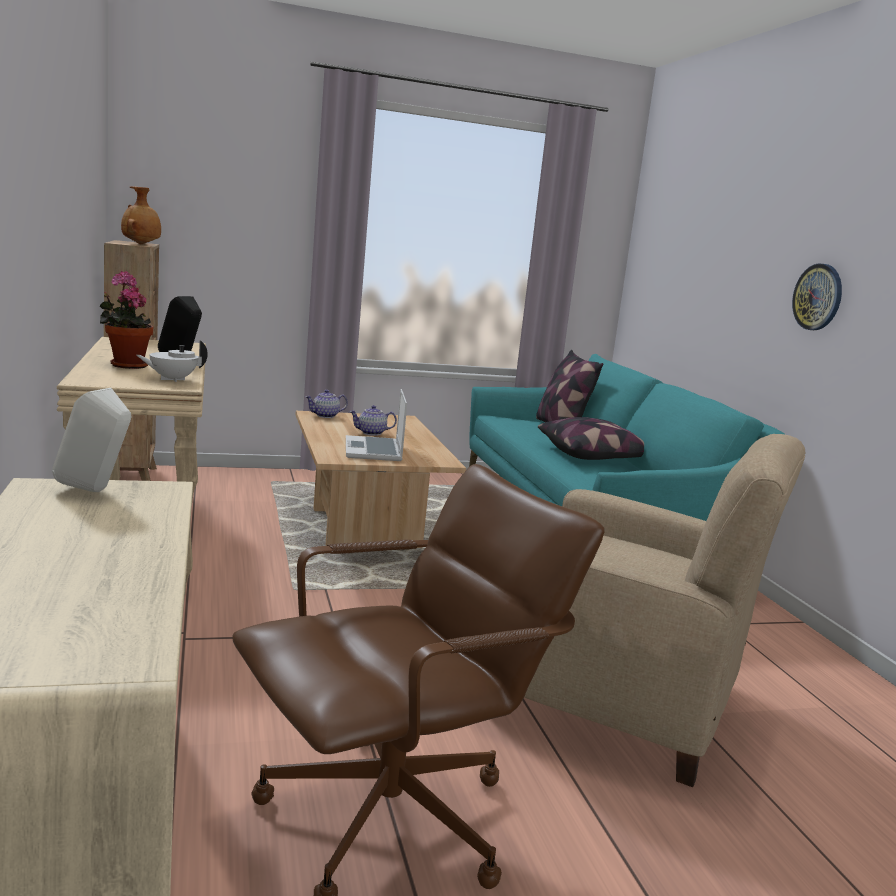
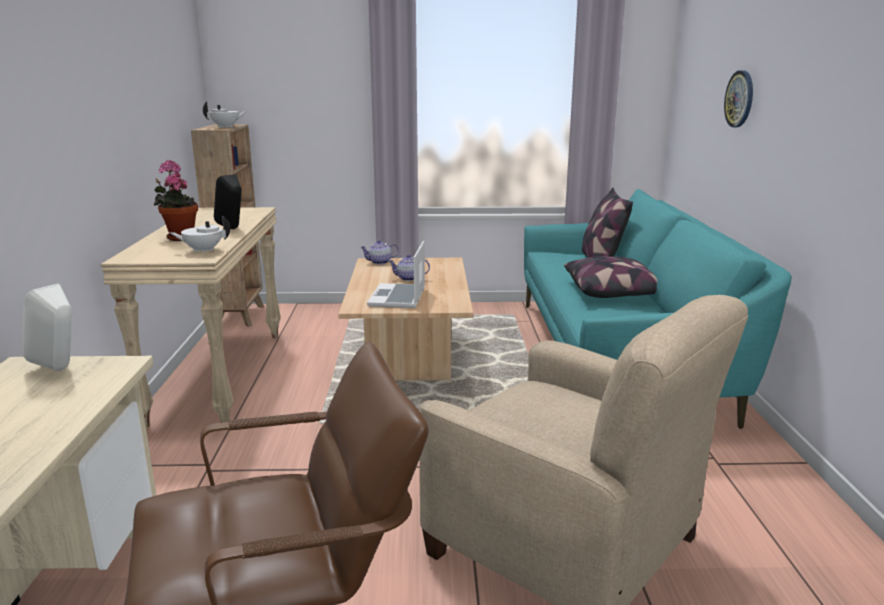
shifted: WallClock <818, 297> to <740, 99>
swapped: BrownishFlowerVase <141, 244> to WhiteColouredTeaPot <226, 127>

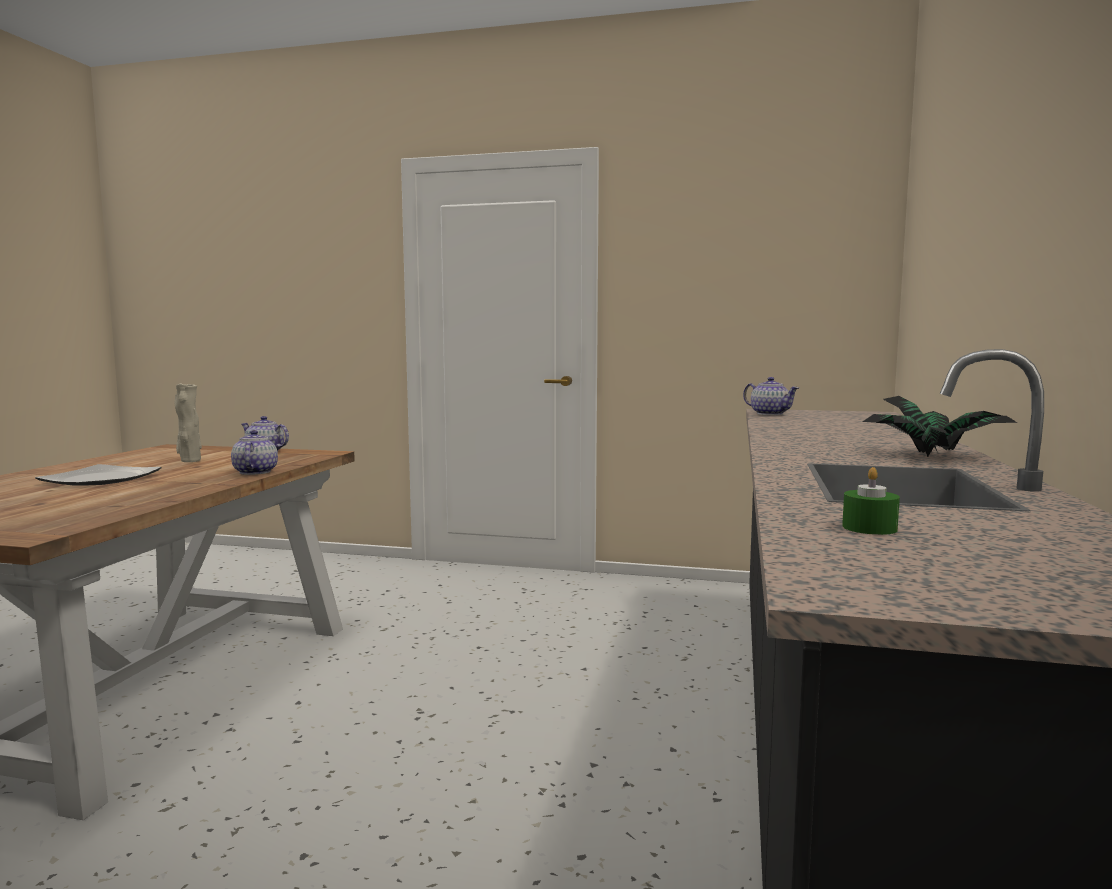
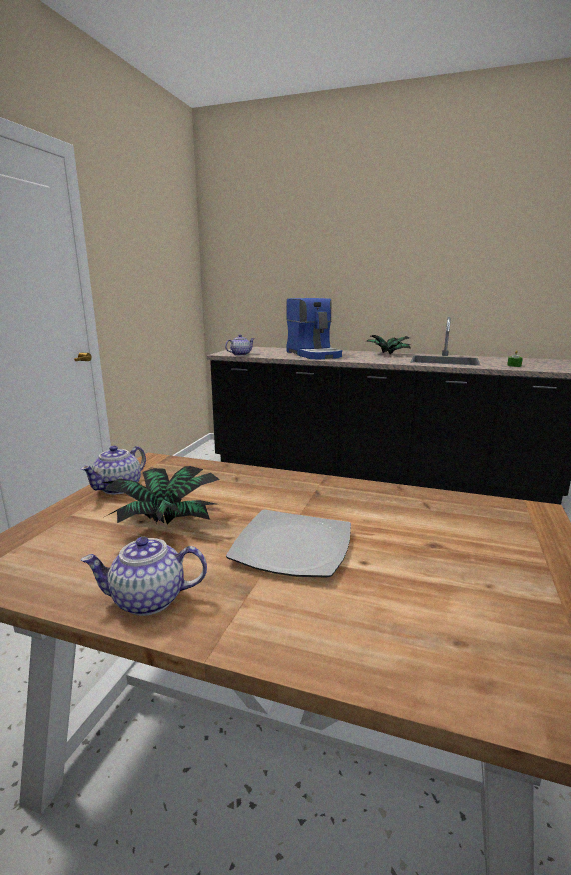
new: CoffeeBrewer <314, 354>
shifted: TeaPot <254, 472> to <148, 600>
swapped: BeigeColouredFlowerVase <190, 461> to Houseplant <164, 520>

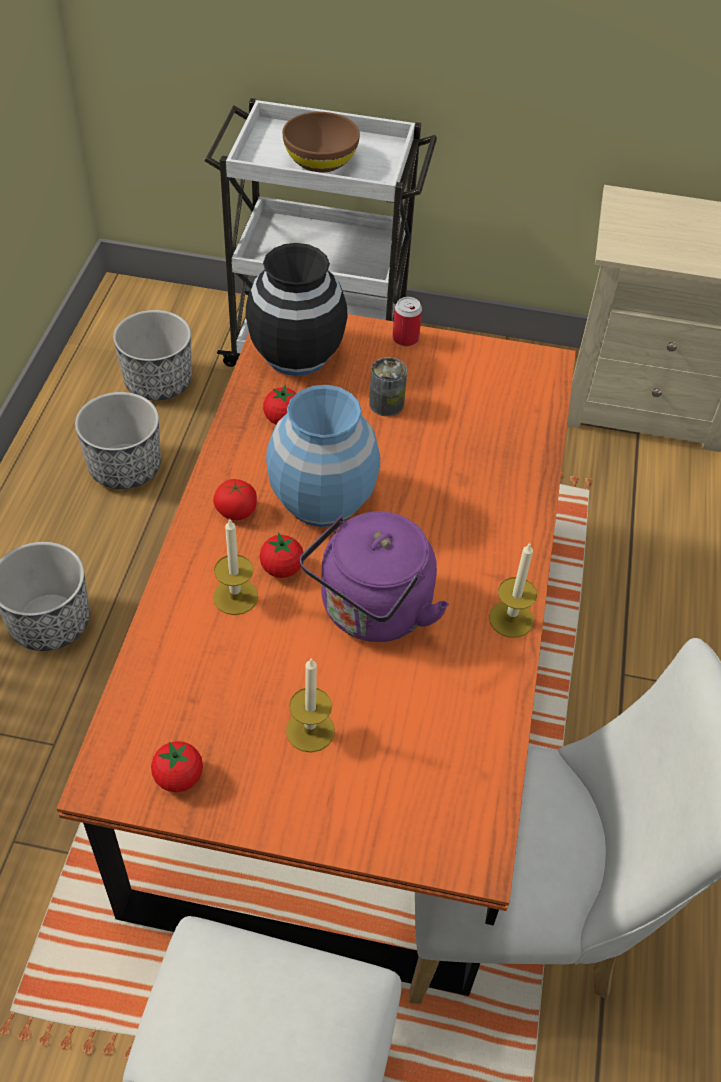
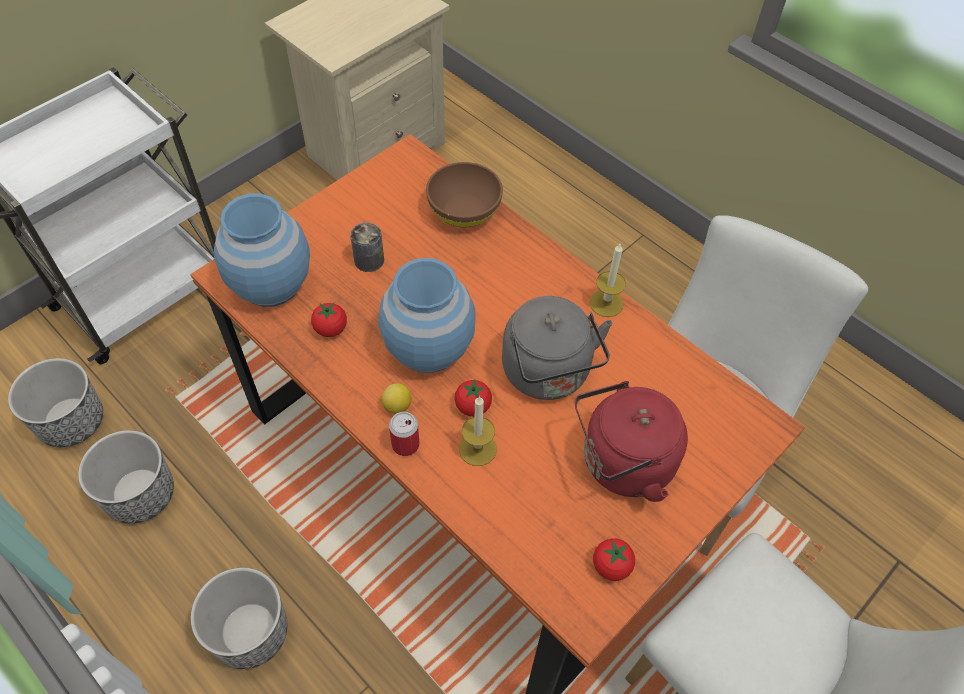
shifted: BrownishServingBowl <320, 161> to <464, 211>; MetalCan <405, 338> to <405, 444>
swapped: FreshTomato <236, 511> to Lemon <397, 406>; WaxCandle <310, 730> to ReddishWaterKettle <622, 464>
repainted: BlackFlowerVase <297, 354> to BluishFlowerVase <271, 284>; PurpleColouredWaterKettle <372, 612> to GreyishWaterKettle <548, 374>

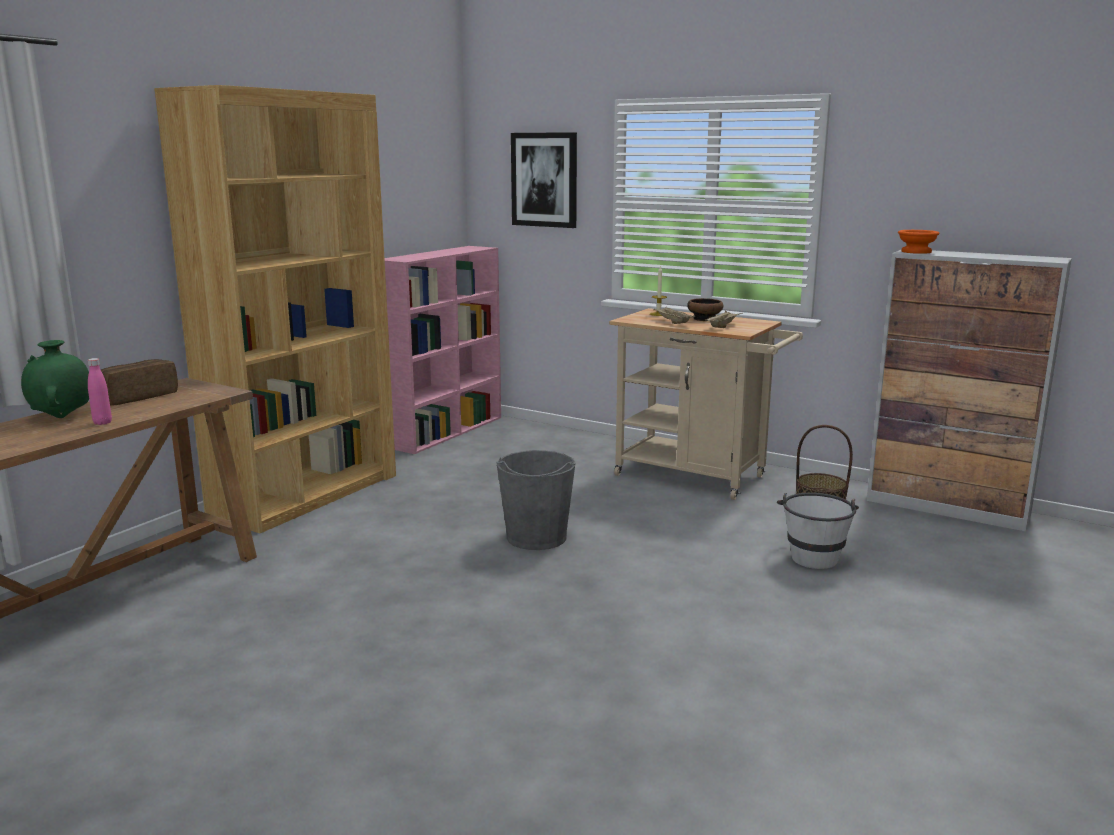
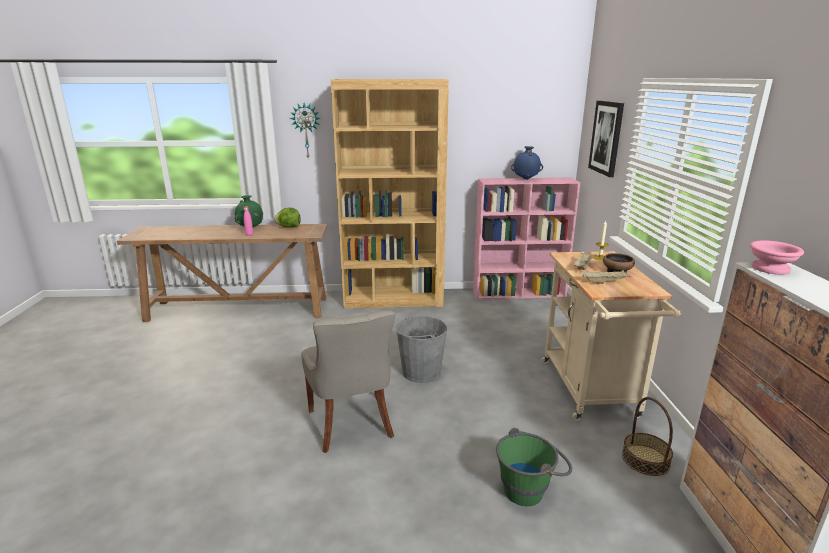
new: WallClock <306, 131>; GreyishPlainChair <352, 424>; BluishFlowerVase <526, 179>
swapped: BakedBread <137, 397> to LettuceHead <288, 227>
repainted: WhiteColouredBucket <813, 554> to GreenBucket <530, 488>; OrangeServingBowl <915, 252> to PinkColouredServingBowl <769, 268>

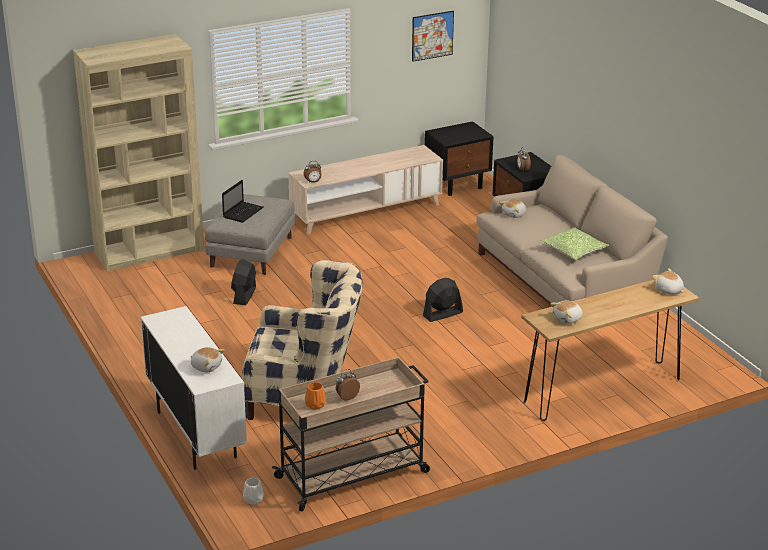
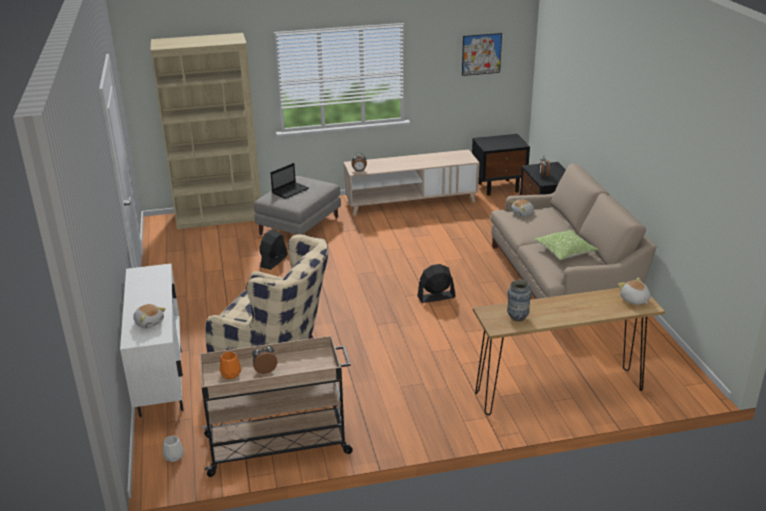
swapped: CuddlyToy <568, 319> to FlowerVase <517, 317>

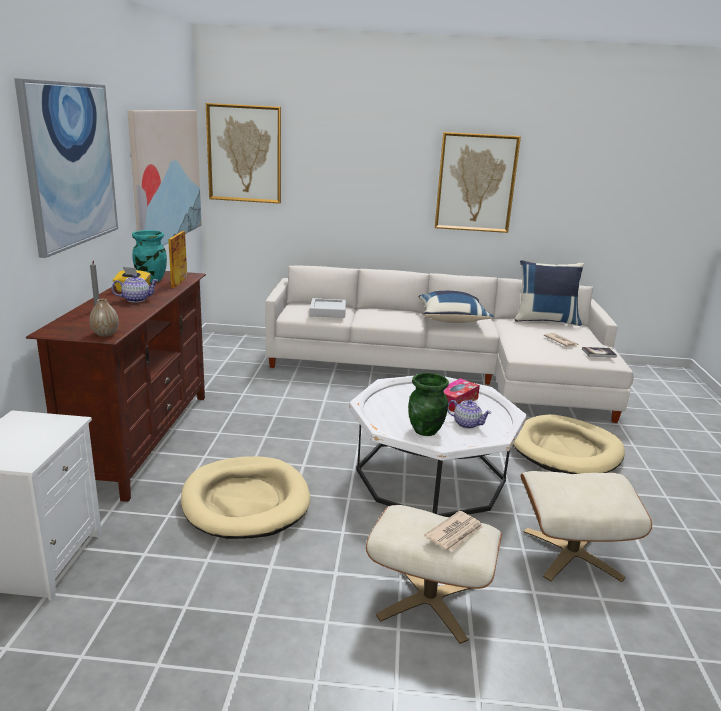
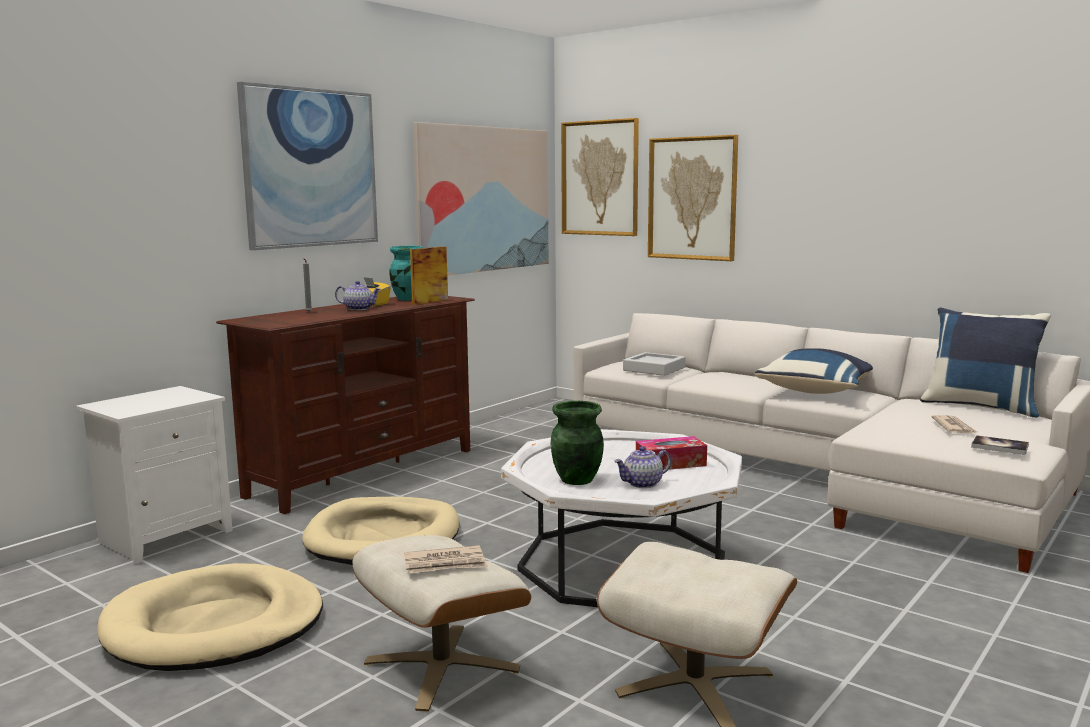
gone: FlowerVase <105, 334>
shifted: Picture <476, 183> to <692, 198>; BeigeColouredDogCushion <566, 450> to <214, 626>
rotated: TeaPot <467, 424> = <642, 484> 90 degrees clockwise

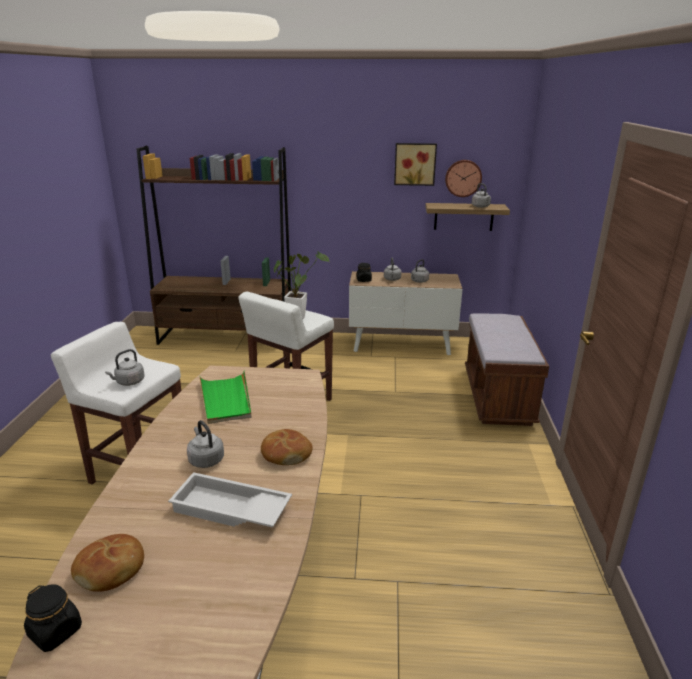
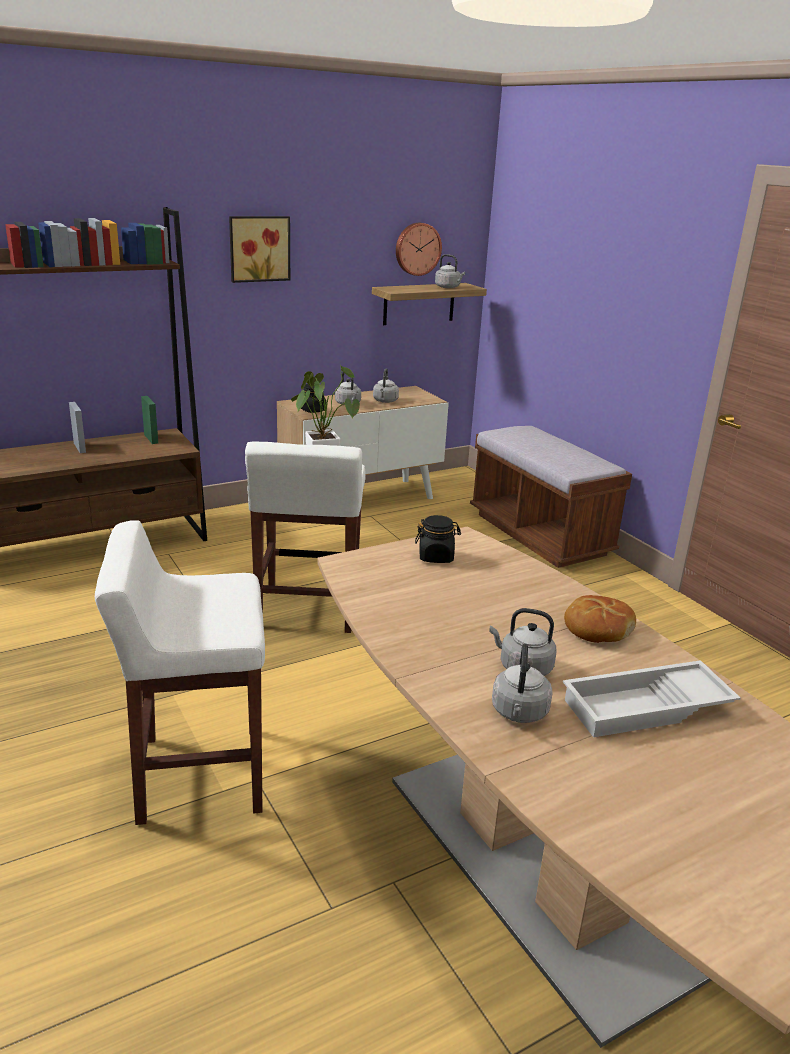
gone: BakedBread <111, 570>; GreenCarryingTray <226, 400>
shifted: BlackJar <56, 631> to <436, 557>; GreyishWaterKettle <129, 382> to <519, 713>; Picture <415, 164> to <258, 248>

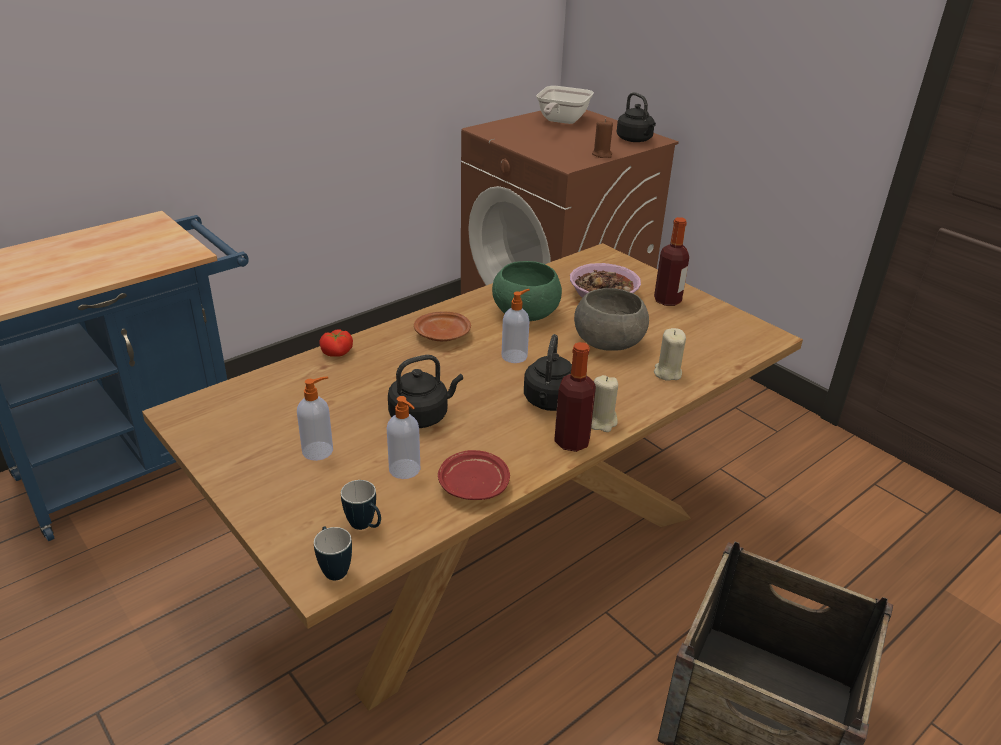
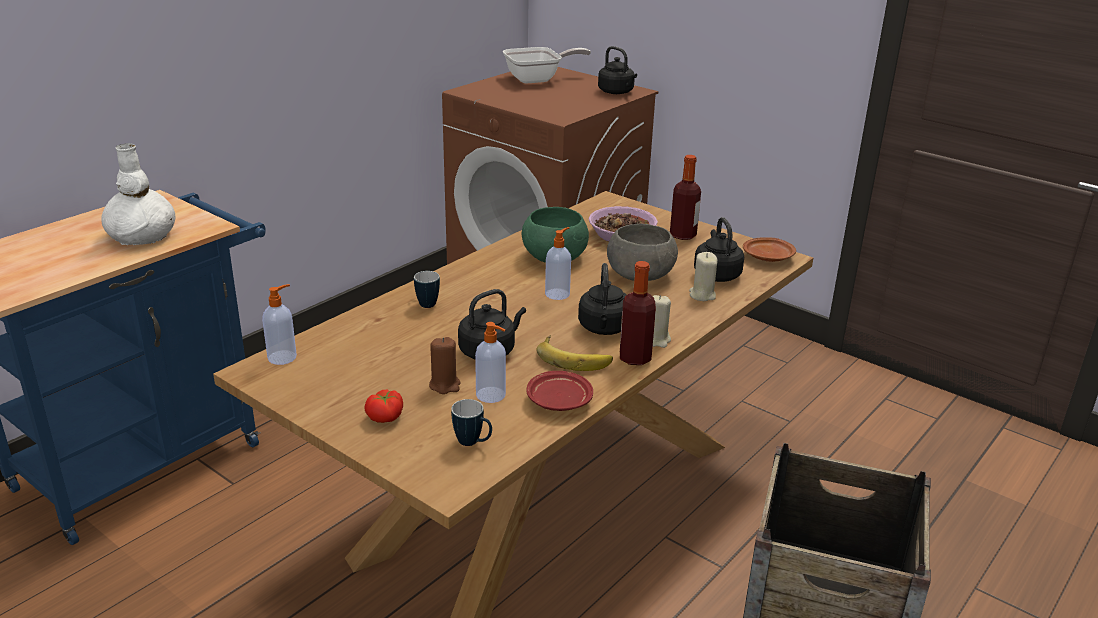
new: WhiteColouredFlowerVase <142, 235>; Banana <574, 357>; BlackWaterKettle <716, 274>
shifted: SoapDispenser <319, 450> to <283, 357>; TeaMug <333, 568> to <425, 303>; FreshTomato <337, 353> to <385, 417>; BrownishDinnerPlate <443, 335> to <768, 257>; BrownishWaxCandle <602, 154> to <445, 385>
rotated: Pan <560, 121> = <538, 79> 120 degrees counterclockwise

